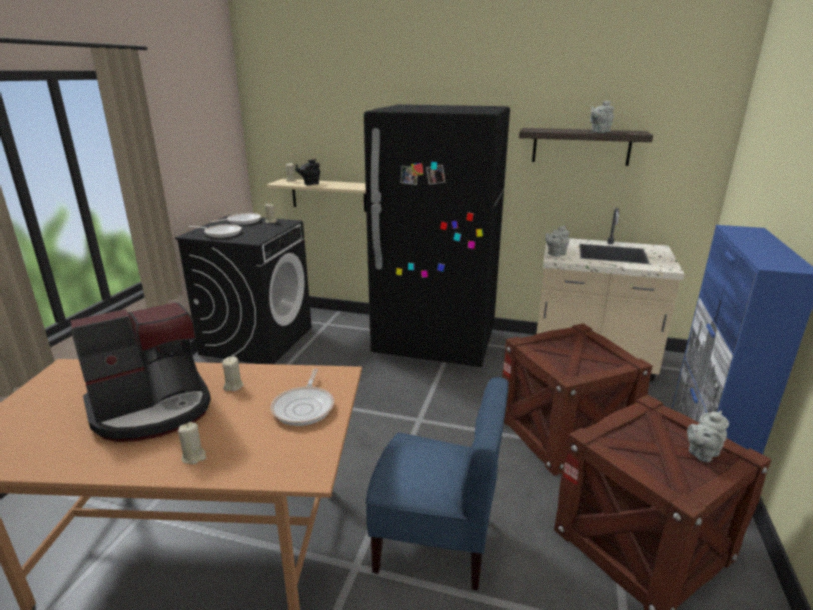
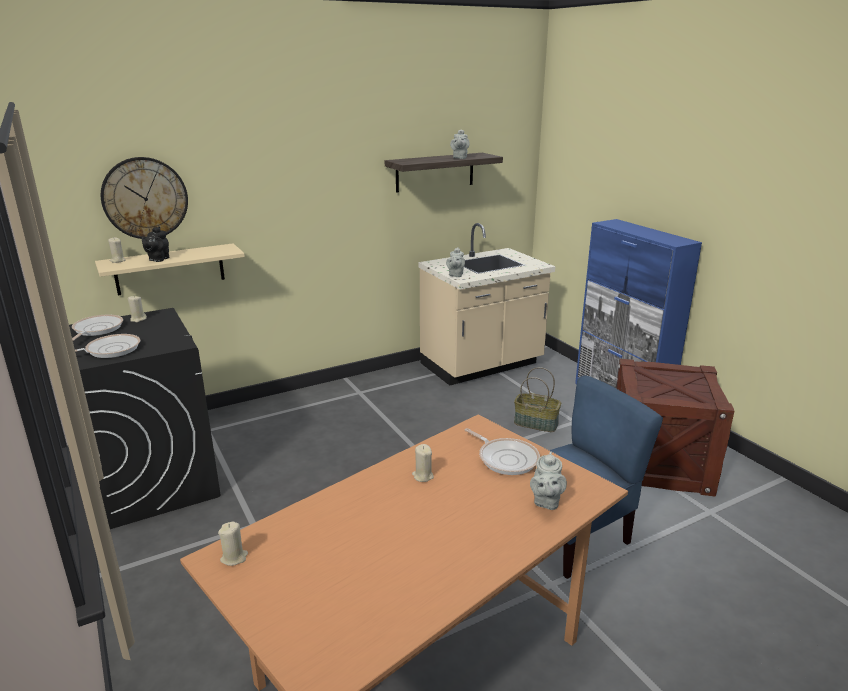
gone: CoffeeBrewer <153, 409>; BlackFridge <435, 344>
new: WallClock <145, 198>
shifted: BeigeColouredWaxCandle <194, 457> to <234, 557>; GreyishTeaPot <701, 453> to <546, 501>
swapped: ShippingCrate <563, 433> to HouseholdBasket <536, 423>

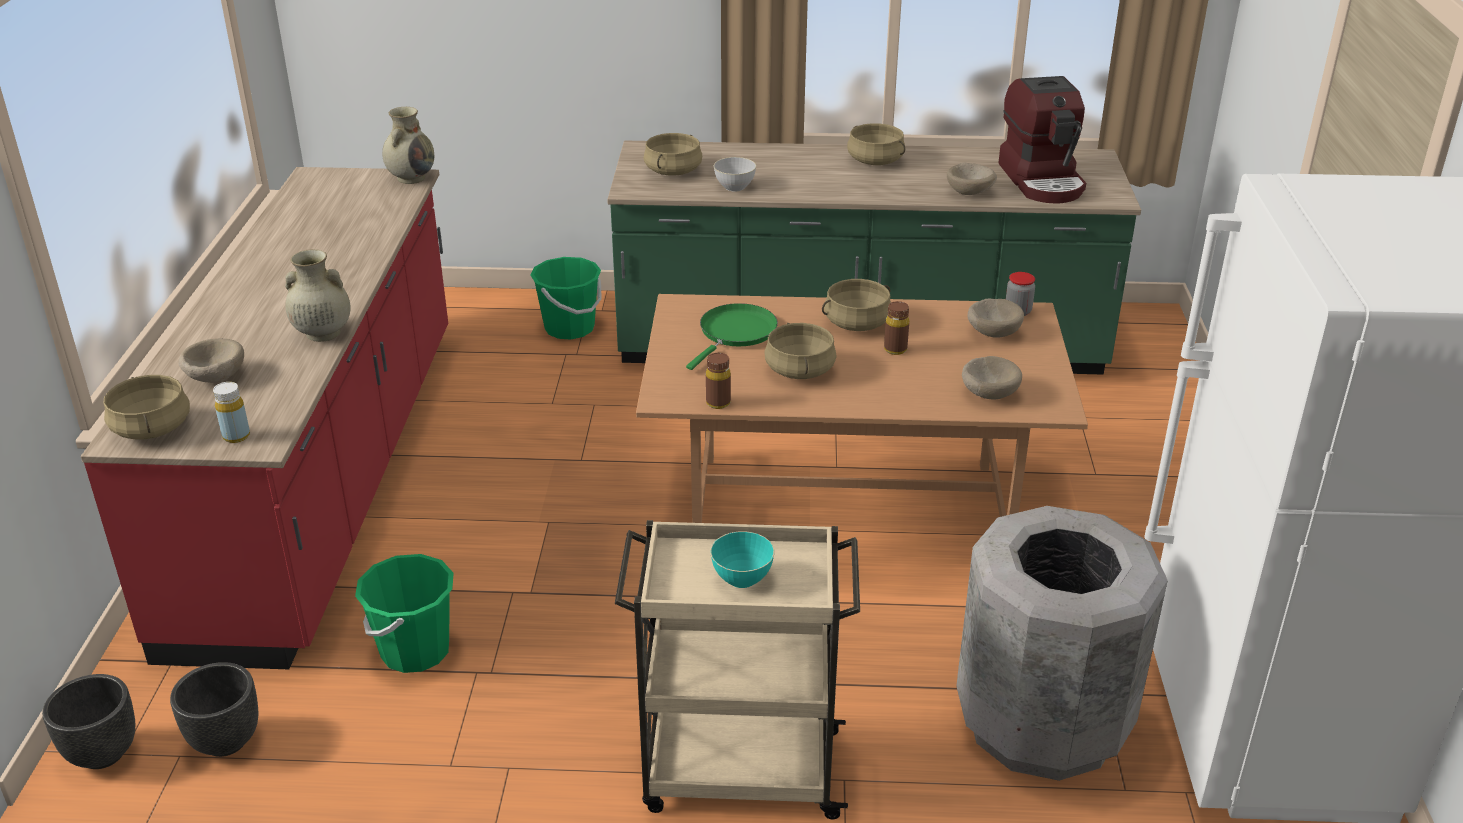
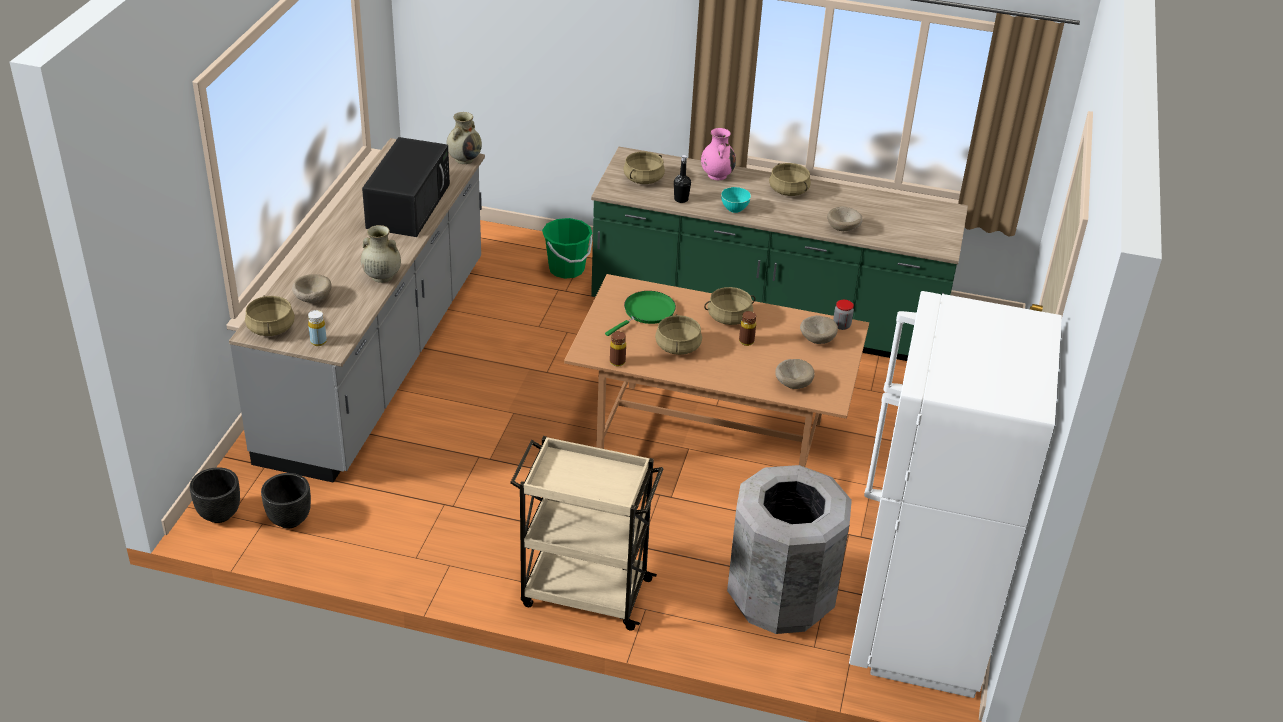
gone: GreenBucket <415, 651>; CoffeeBrewer <1043, 180>
new: BlackMicrowave <408, 205>; PinkColouredFlowerVase <717, 175>
shifted: TurquoiseColouredServingBowl <742, 578> to <734, 209>
swapped: GreyishServingBowl <734, 187> to BlackBottle <681, 199>
repainted: ReddishCounter <326, 479> to GreyishCounter <378, 359>

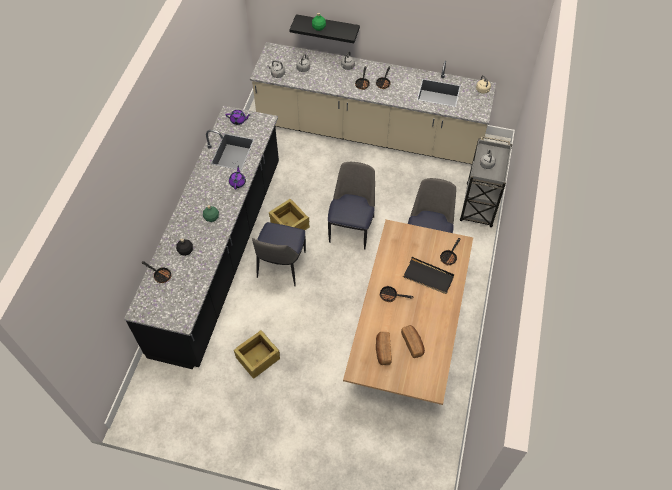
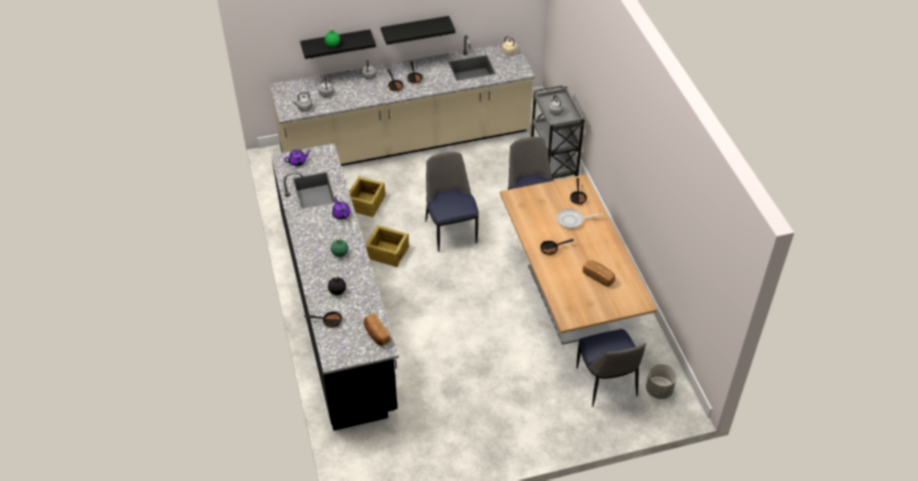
new: BlackShelf <415, 30>; GreyishPlantPot <659, 390>
shifted: ShippingCrate <257, 358> to <365, 203>; PlainChair <281, 266> to <606, 384>; BakedBread <383, 351> to <376, 334>
swapped: BlackCarryingTray <428, 277> to Pan <572, 220>

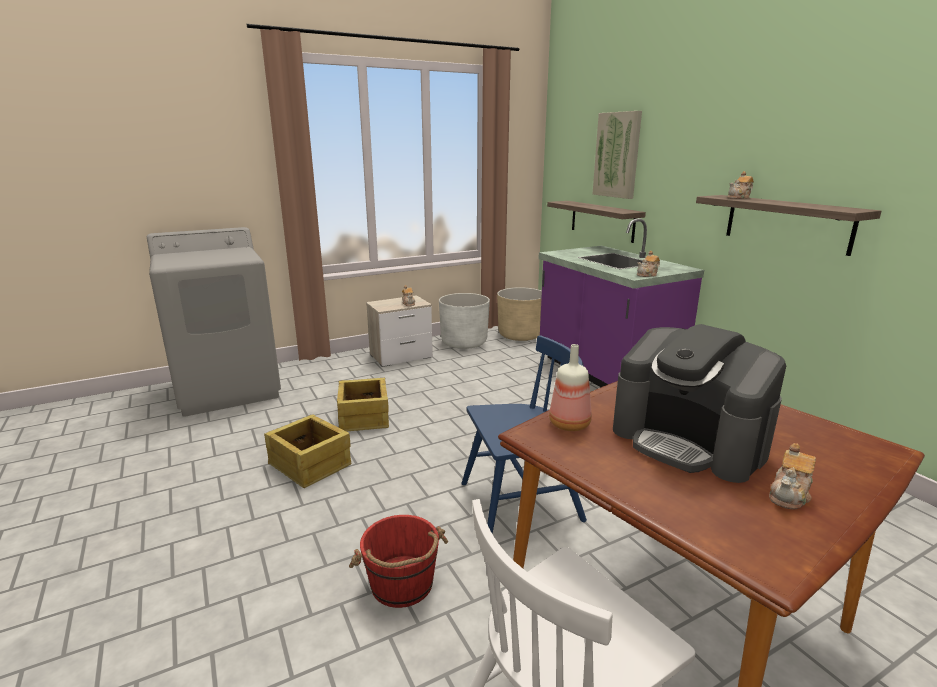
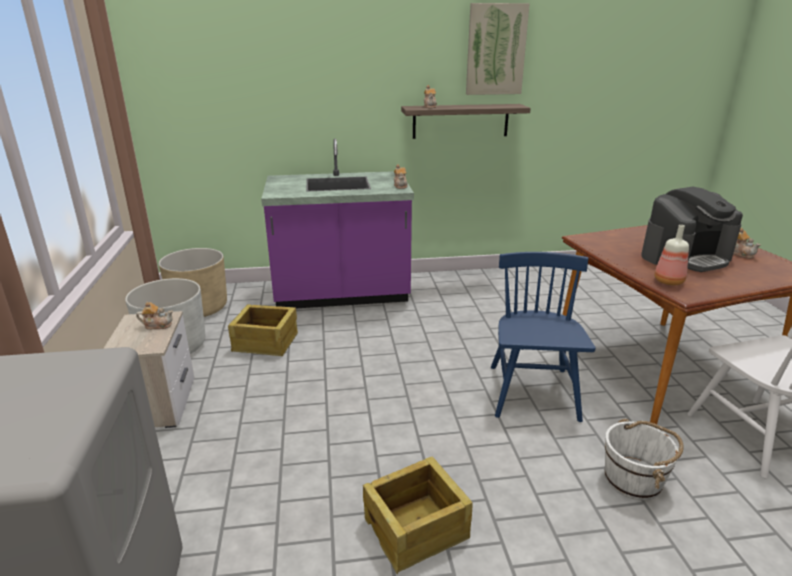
gone: Shelf <602, 220>
shifted: ShippingCrate <363, 417> to <266, 343>; Picture <617, 155> to <495, 50>
repainted: ReddishBucket <402, 584> to WhiteColouredBucket <634, 480>

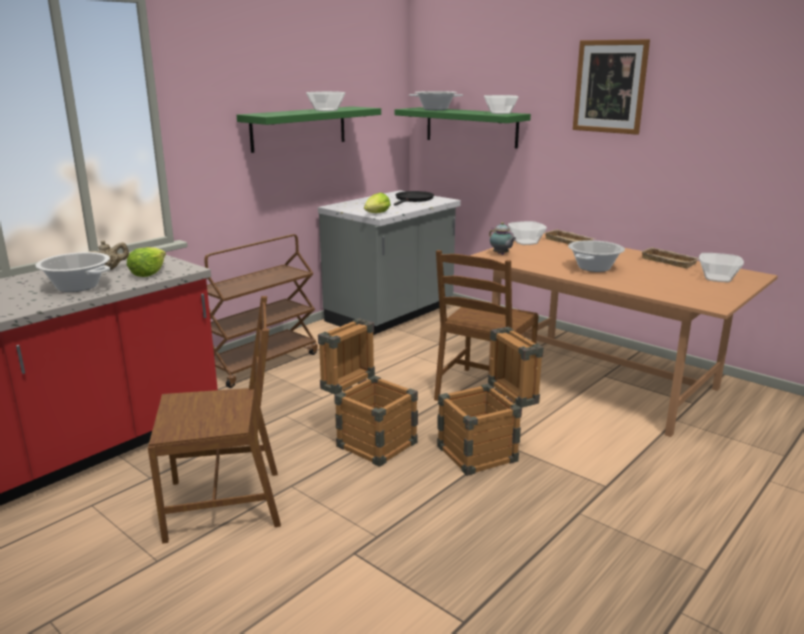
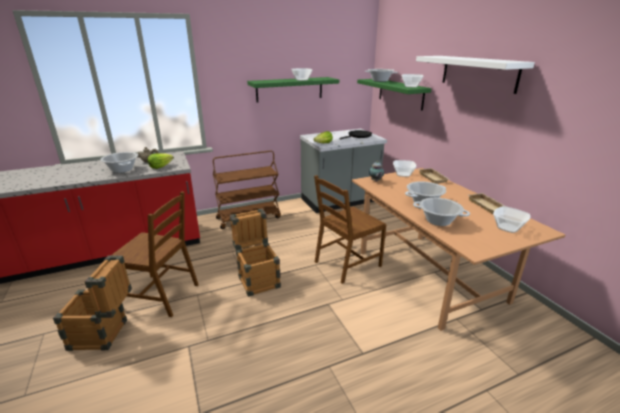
new: CookingPot <438, 221>
shifted: ShippingCrate <486, 452> to <105, 335>
swapped: Picture <610, 86> to WhiteColouredShelf <478, 73>

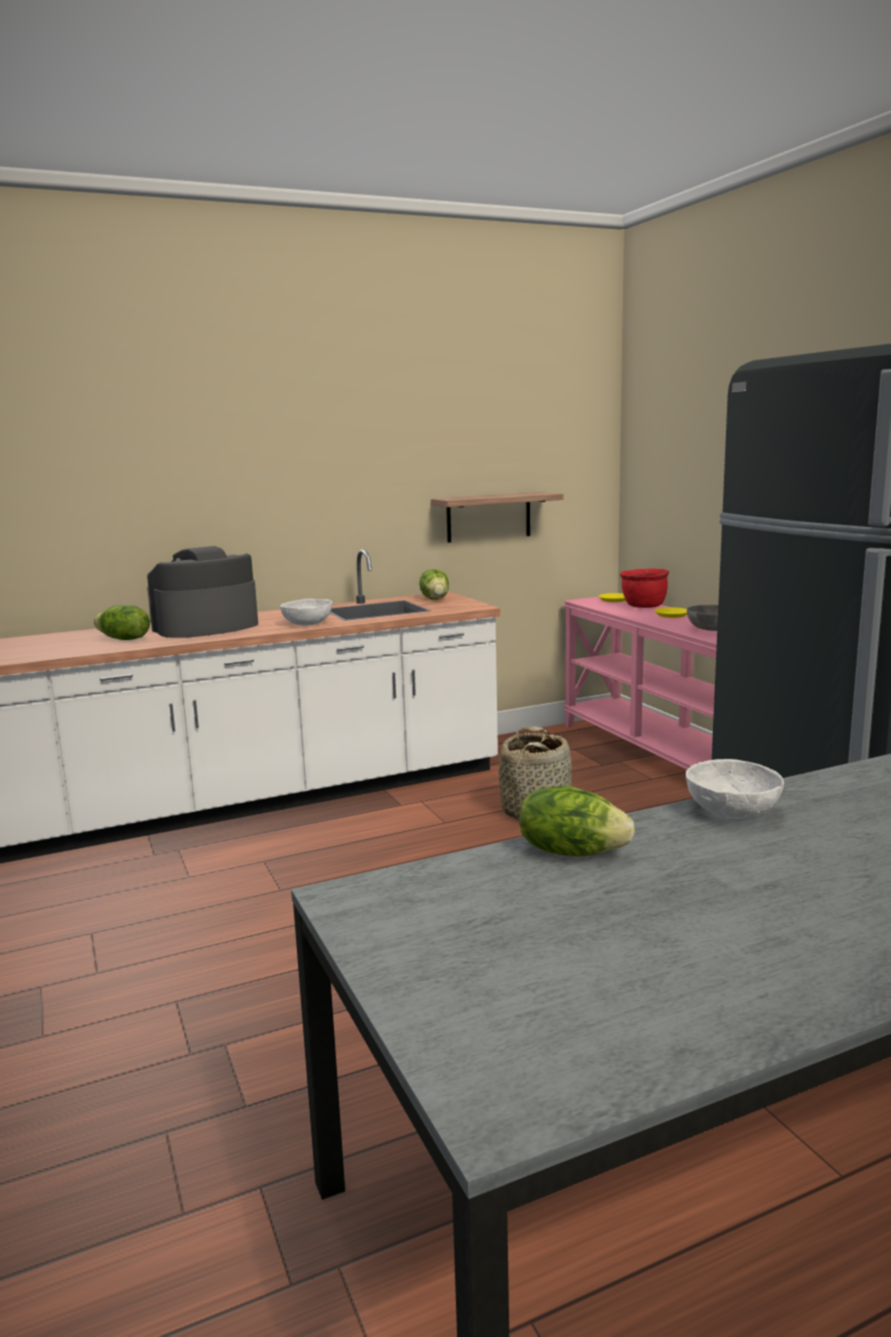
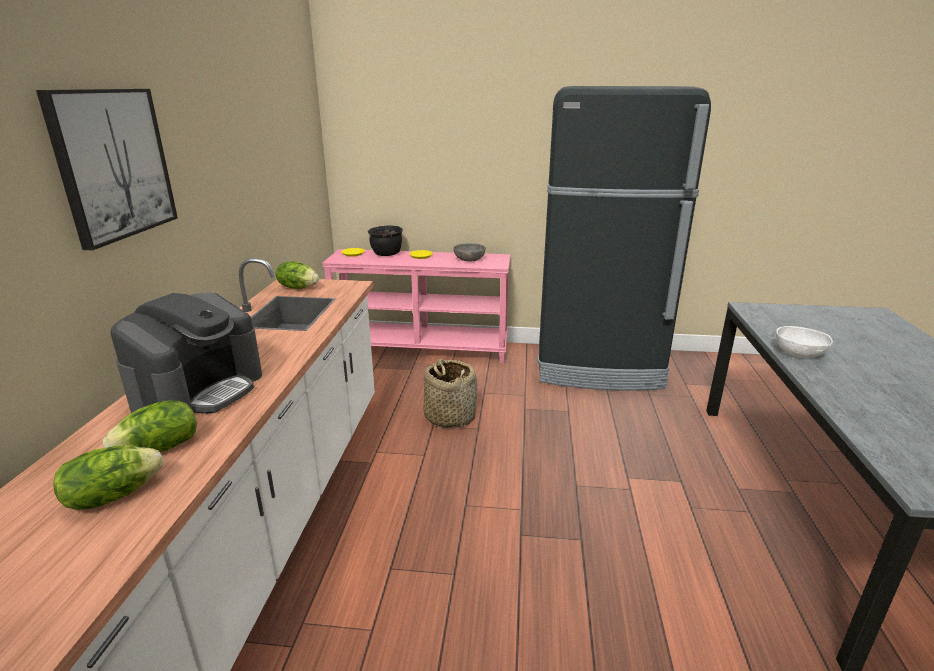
gone: WhiteColouredServingBowl <308, 624>; Shelf <488, 517>
new: Picture <113, 164>
shifted: LettuceHead <572, 851> to <113, 496>
repainted: ReddishCookingPot <644, 606> to BlackCookingPot <386, 254>
rotated: CoffeeBrewer <205, 627> = <199, 391> 150 degrees counterclockwise

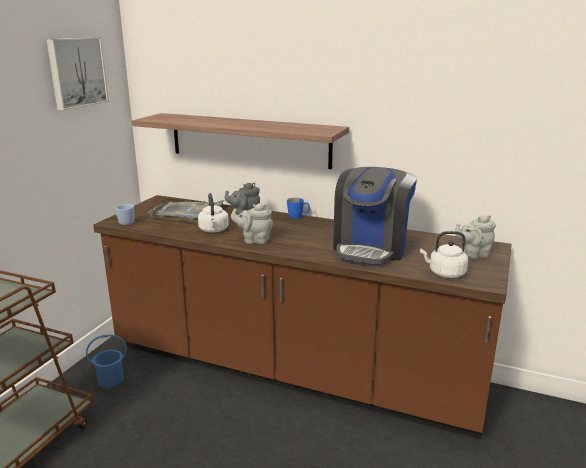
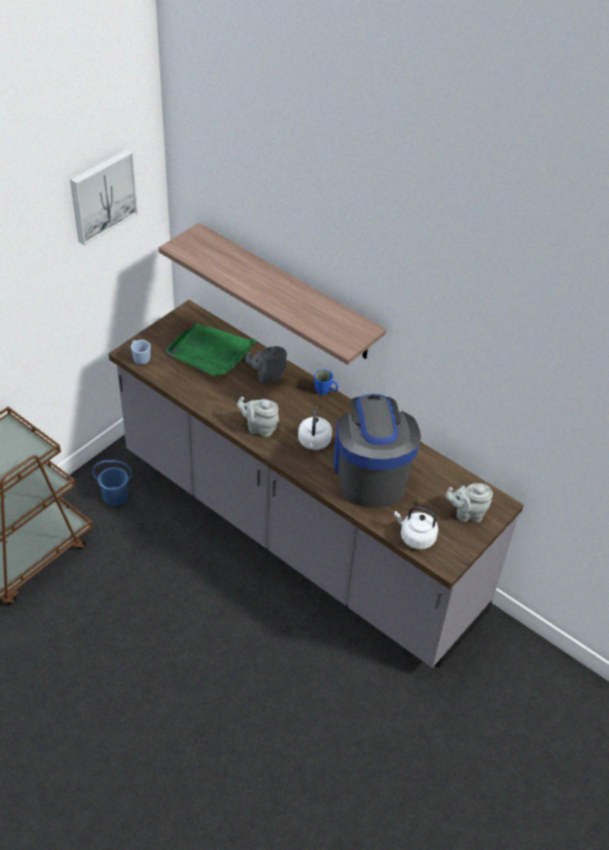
shifted: WhiteColouredWaterKettle <214, 230> to <314, 442>
repainted: BrownishCounter <293, 370> to GreyishCounter <297, 533>; GreyishCarryingTray <188, 213> to GreenCarryingTray <210, 352>
rotated: CoffeeBrewer <371, 248> = <370, 474> 135 degrees clockwise

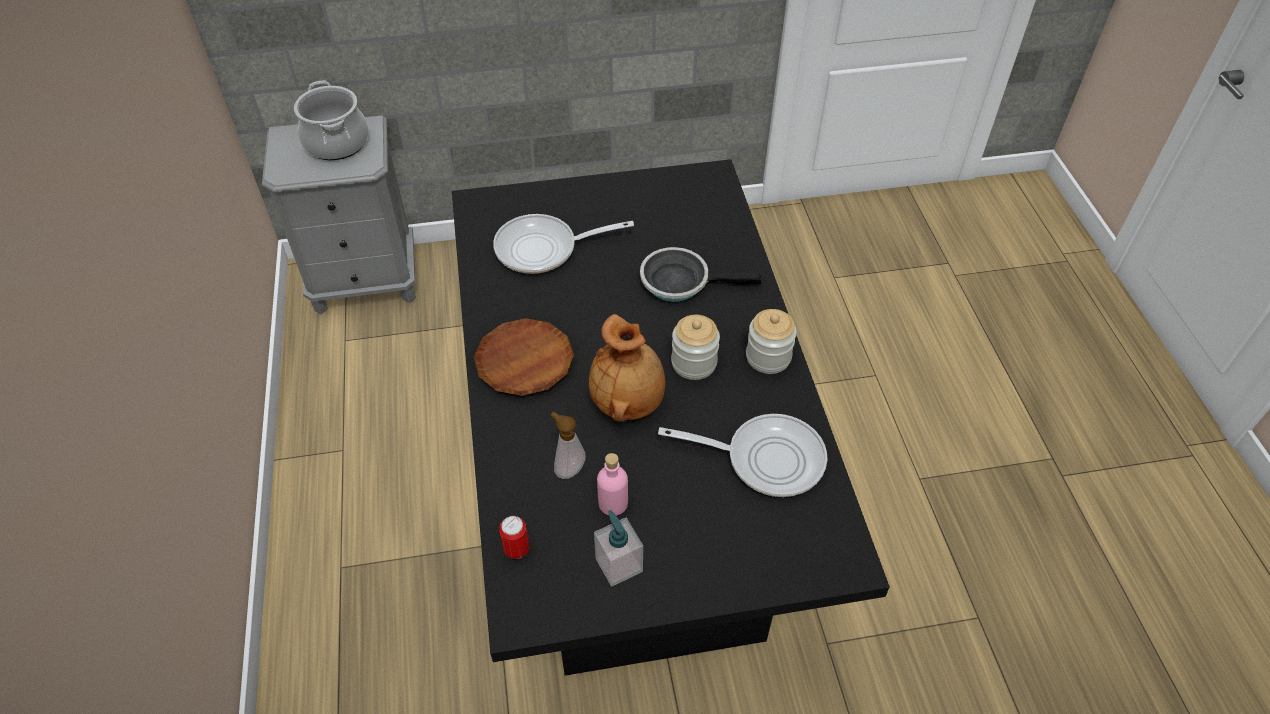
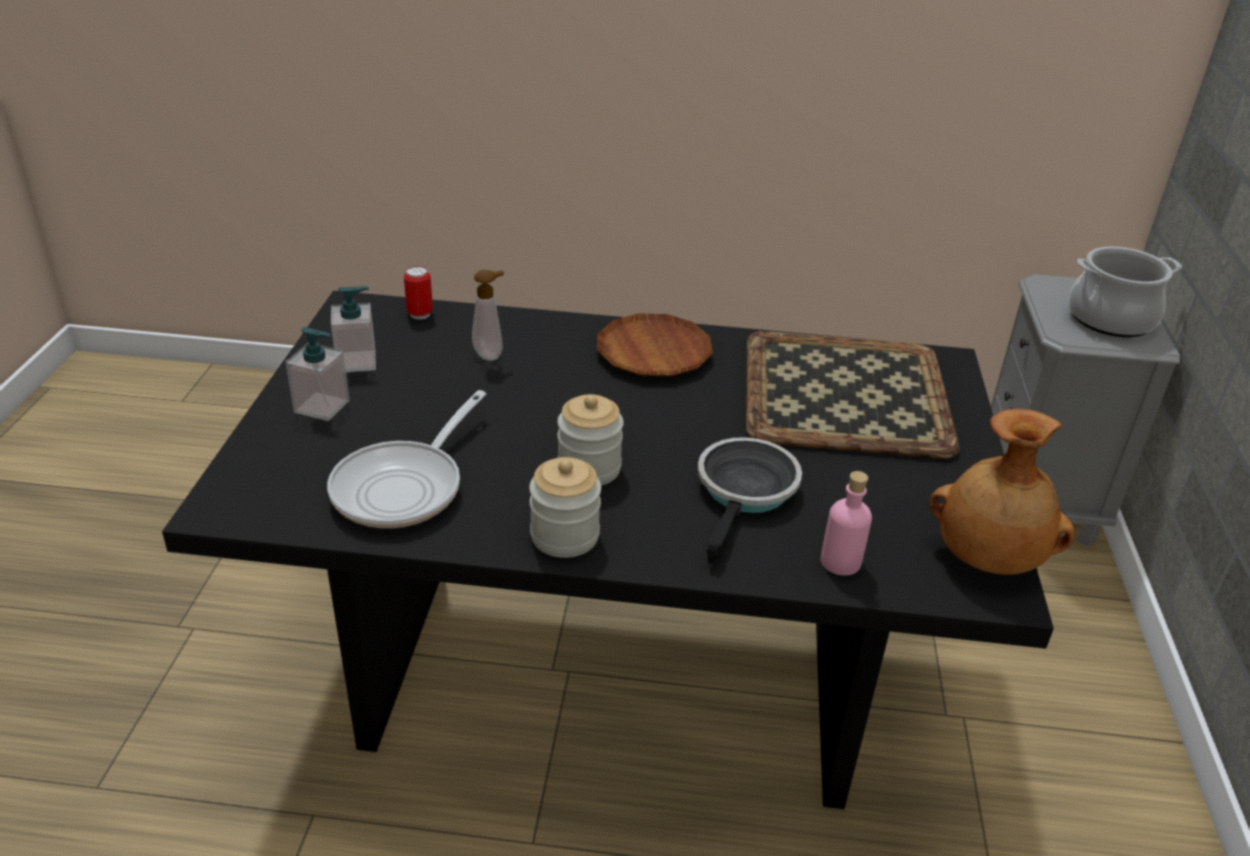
new: SoapDispenser <322, 406>
shifted: BrownishFlowerVase <628, 402> to <987, 559>; PinkColouredBottle <613, 503> to <840, 562>
swapped: Pan <543, 249> to CarryingTray <843, 395>

